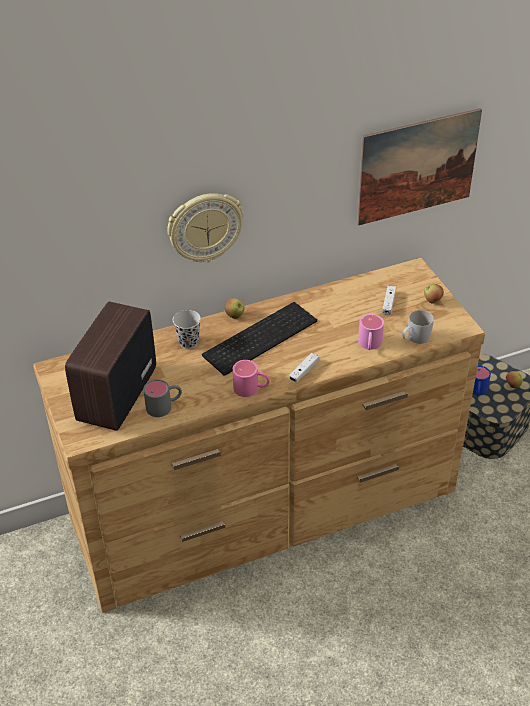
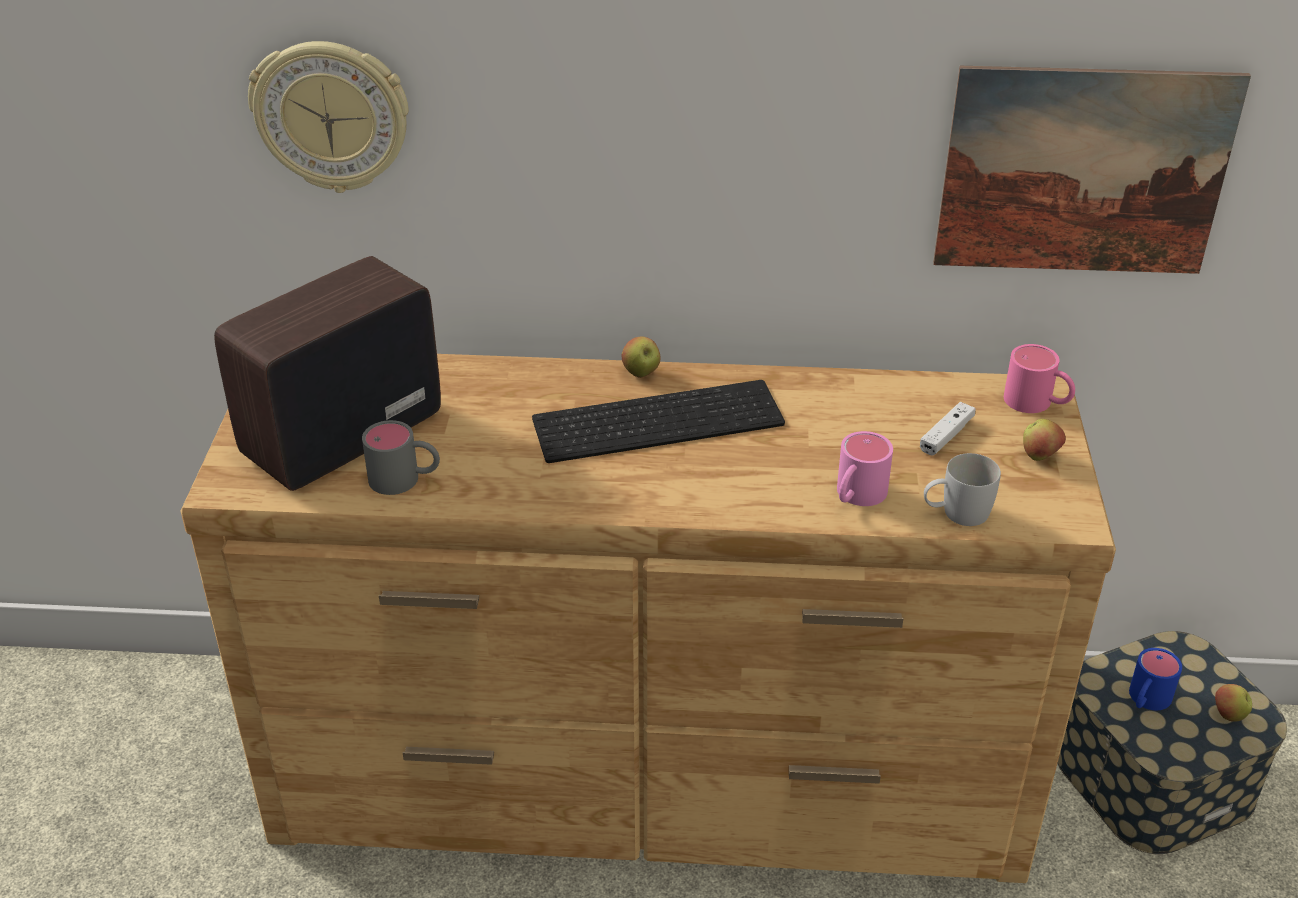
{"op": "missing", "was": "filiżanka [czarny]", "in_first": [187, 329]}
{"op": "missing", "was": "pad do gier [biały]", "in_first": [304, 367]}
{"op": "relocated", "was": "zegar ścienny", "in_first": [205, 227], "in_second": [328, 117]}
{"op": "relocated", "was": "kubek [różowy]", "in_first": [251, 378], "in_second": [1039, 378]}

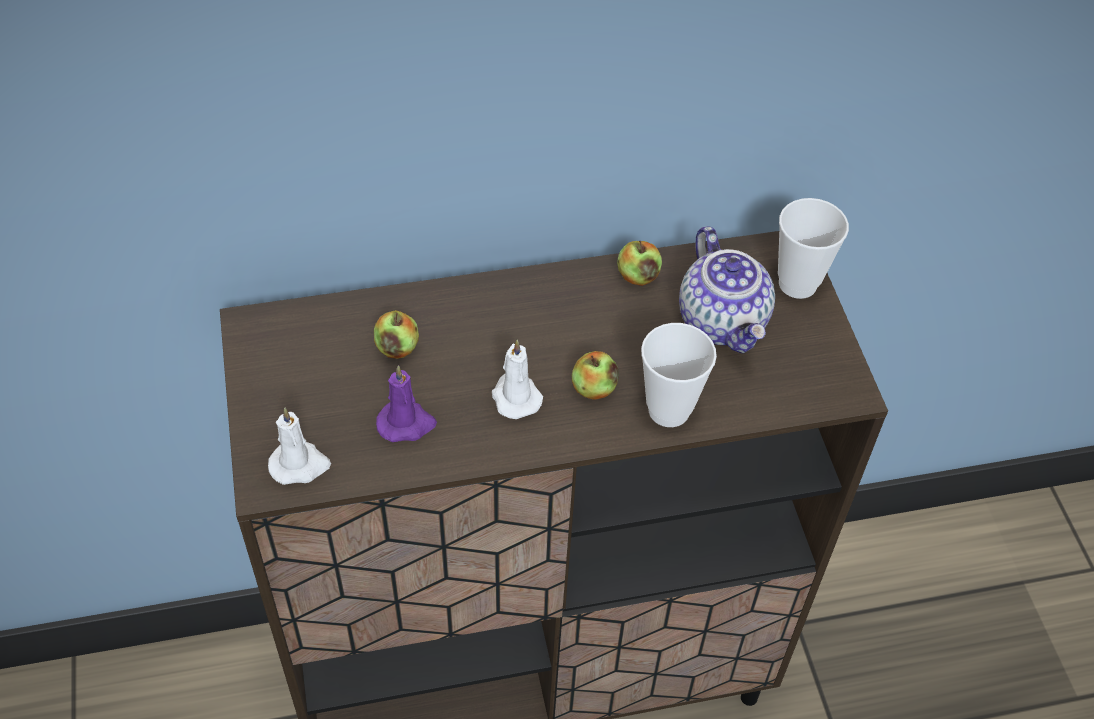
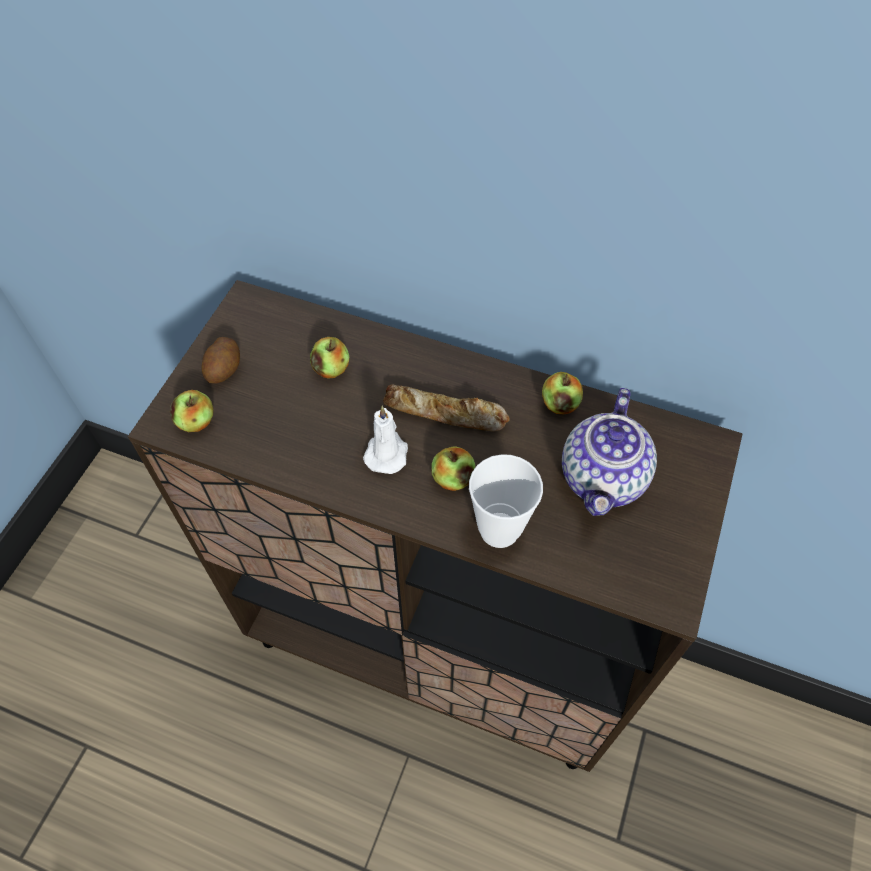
{"op": "missing", "was": "świeca [fioletowy]", "in_first": [406, 403]}
{"op": "missing", "was": "filiżanka", "in_first": [813, 248]}
{"op": "appeared", "now": "ziemniak", "in_second": [220, 360]}
{"op": "appeared", "now": "chleb", "in_second": [446, 407]}
{"op": "exchanged", "was": "świeca [biały]", "now": "jabłko", "in_first": [299, 446], "in_second": [192, 411]}

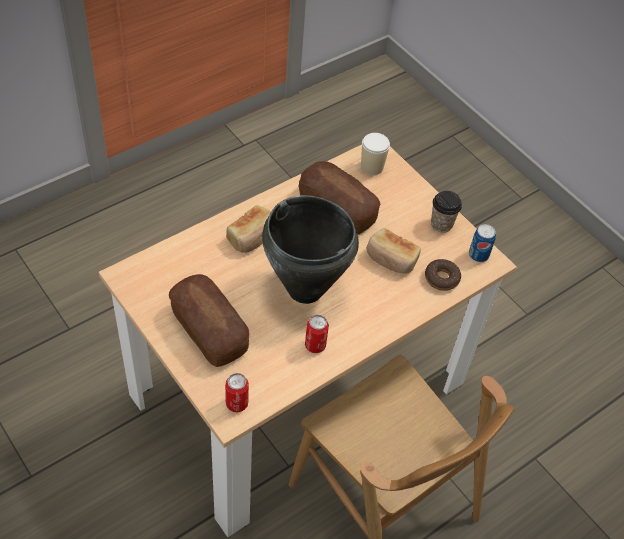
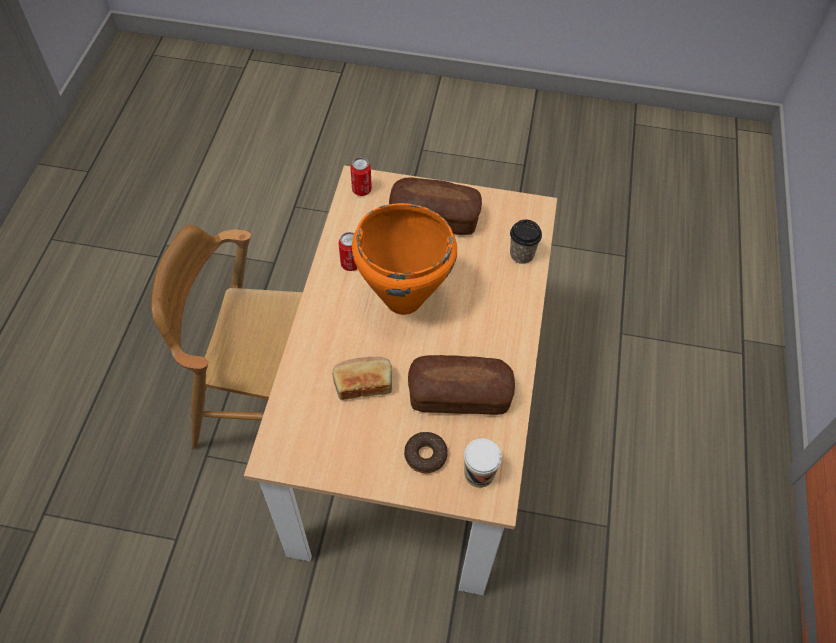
{"op": "missing", "was": "chleb", "in_first": [248, 229]}
{"op": "missing", "was": "puszka", "in_first": [482, 243]}
{"op": "relocated", "was": "donut", "in_first": [443, 275], "in_second": [426, 452]}
{"op": "relocated", "was": "filiżanka", "in_first": [446, 211], "in_second": [526, 242]}
{"op": "colour", "was": "garnek [czarny]", "now": "garnek [pomarańczowy]", "in_first": [310, 249], "in_second": [404, 259]}

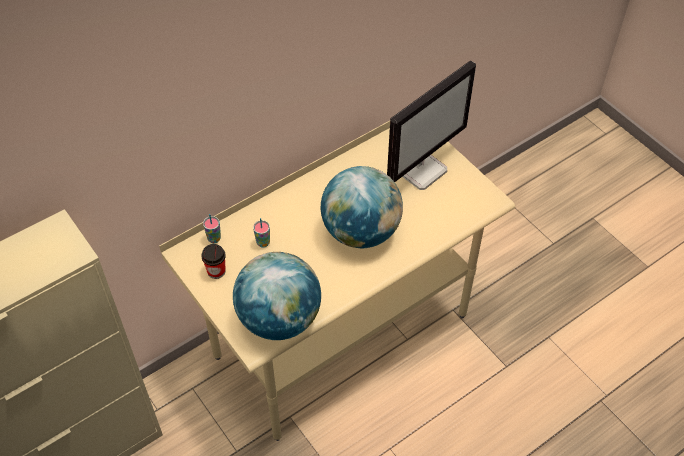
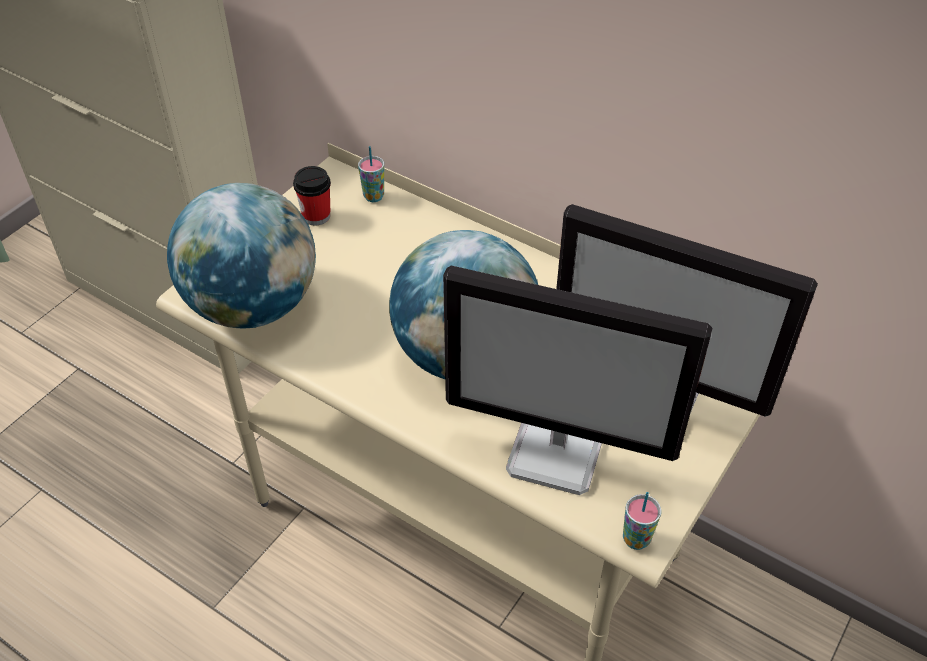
{"op": "appeared", "now": "monitor", "in_second": [577, 380]}
{"op": "relocated", "was": "filiżanka", "in_first": [261, 233], "in_second": [642, 521]}

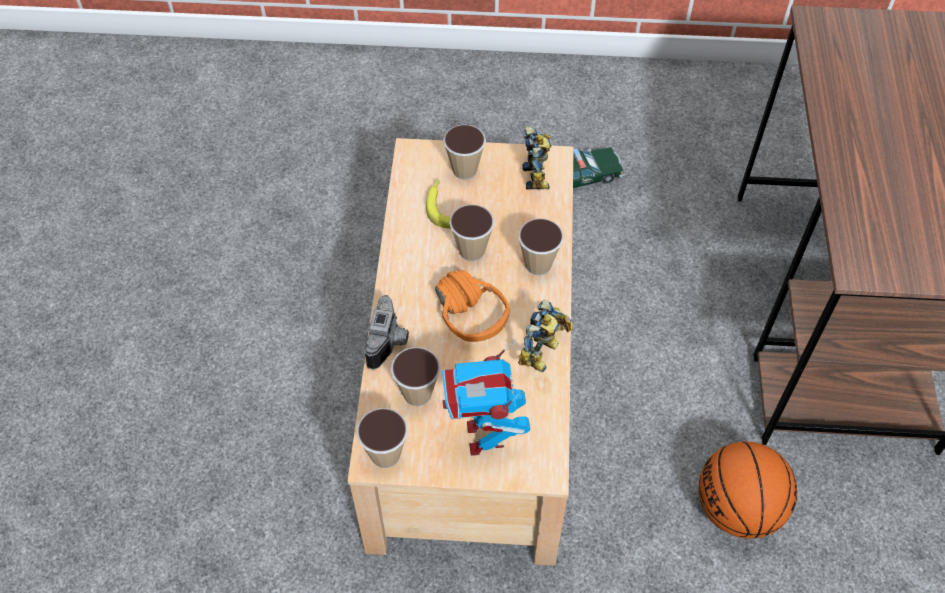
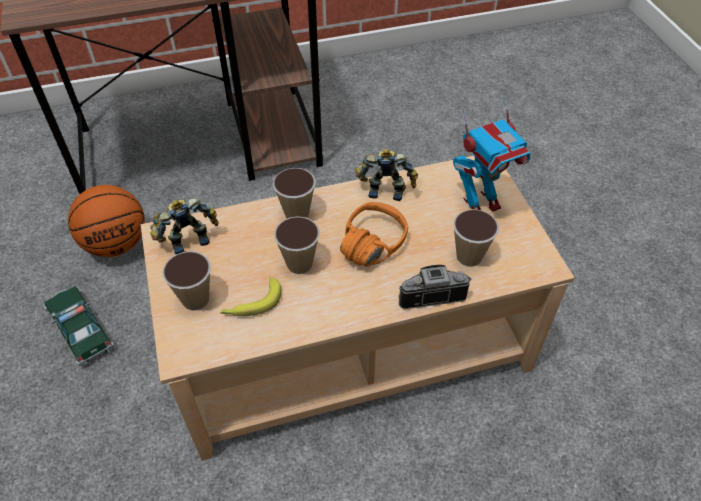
{"op": "missing", "was": "filiżanka", "in_first": [382, 438]}
{"op": "relocated", "was": "piłka do koszykówki", "in_first": [748, 490], "in_second": [106, 221]}

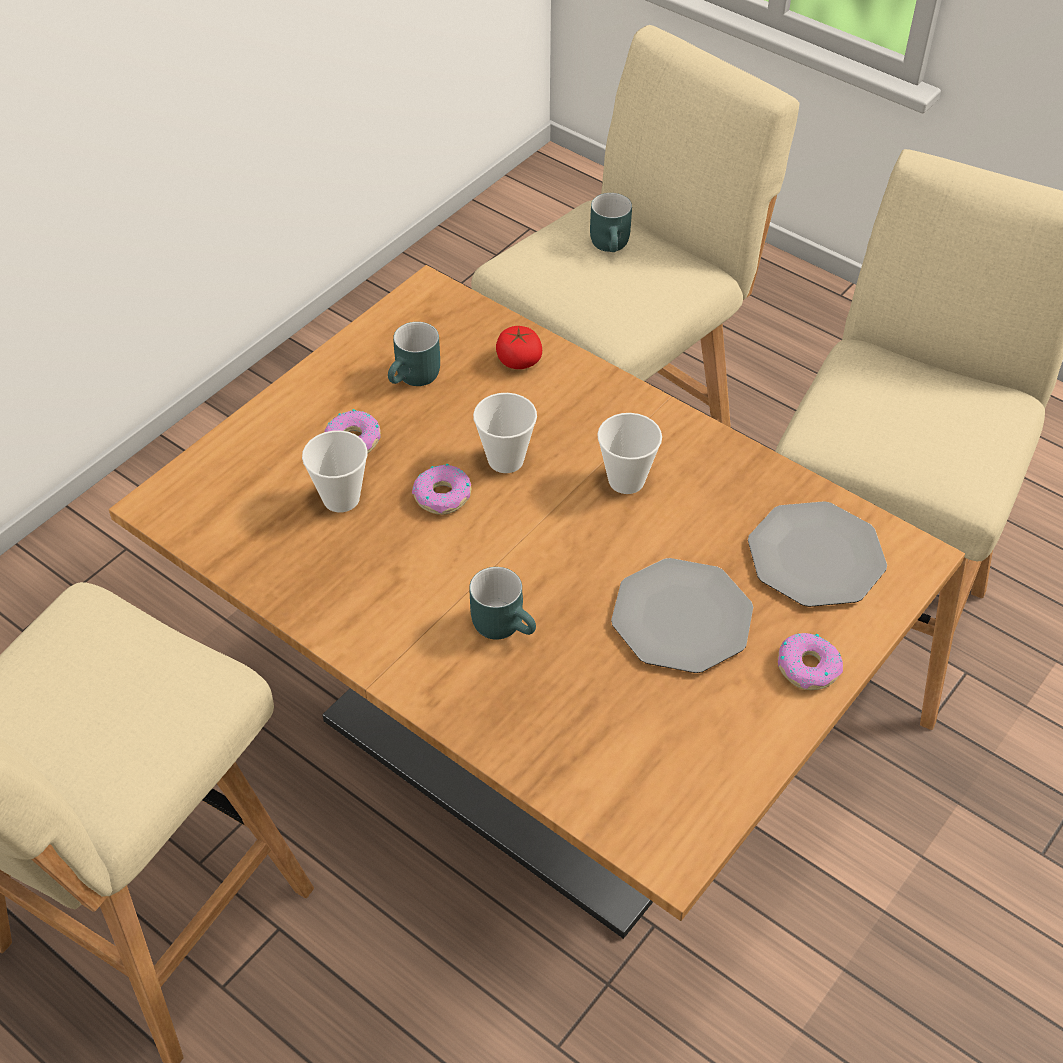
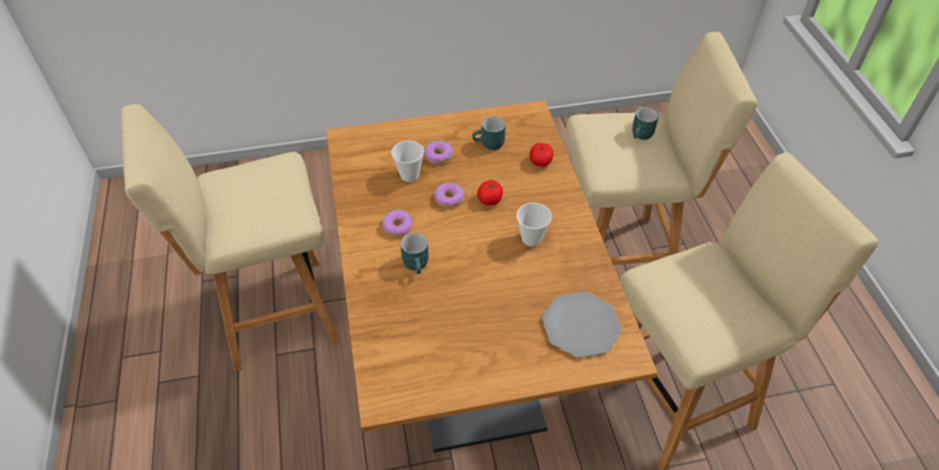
{"op": "missing", "was": "talerz", "in_first": [682, 615]}
{"op": "relocated", "was": "donut", "in_first": [810, 661], "in_second": [397, 223]}
{"op": "exchanged", "was": "filiżanka", "now": "pomidor", "in_first": [505, 433], "in_second": [490, 192]}

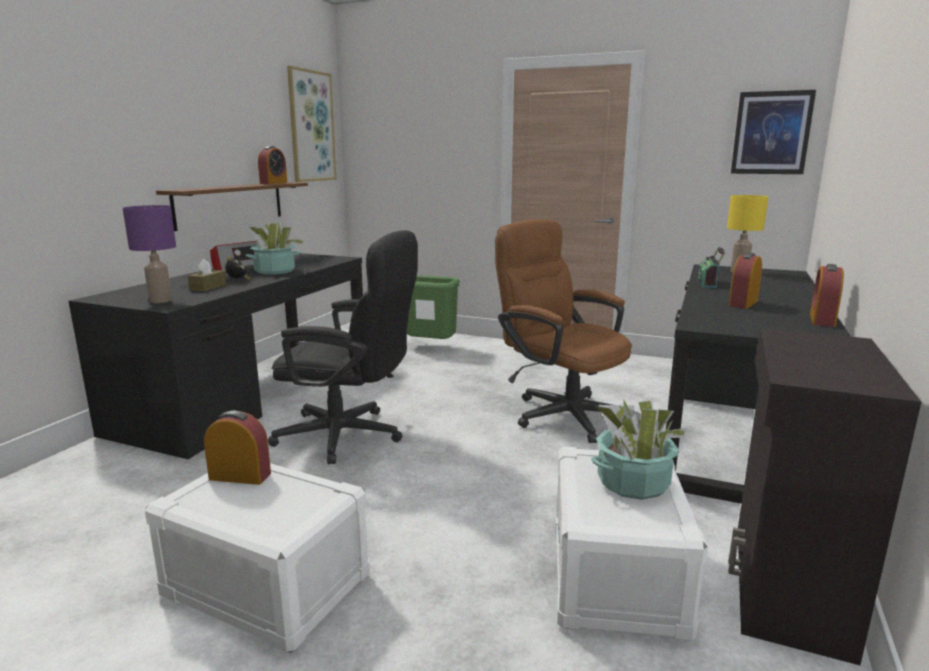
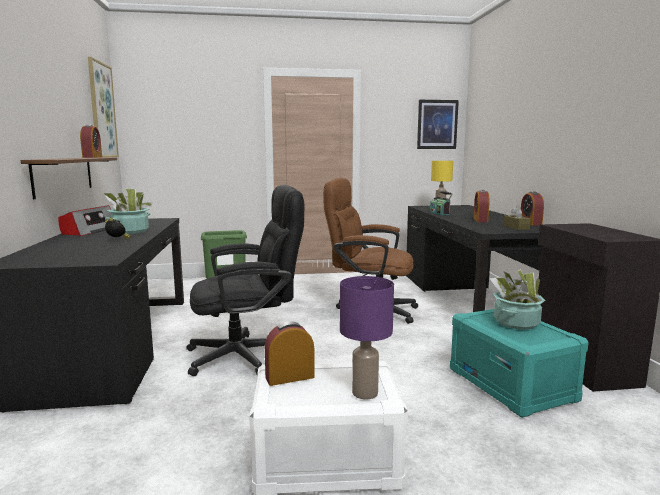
{"op": "relocated", "was": "lampa stołowa [fioletowy]", "in_first": [149, 254], "in_second": [367, 337]}
{"op": "relocated", "was": "pudełko chusteczek [brązowy]", "in_first": [207, 275], "in_second": [517, 218]}
{"op": "colour", "was": "pojemnik do przechowywania [biały]", "now": "pojemnik do przechowywania [turkusowy]", "in_first": [631, 543], "in_second": [519, 363]}

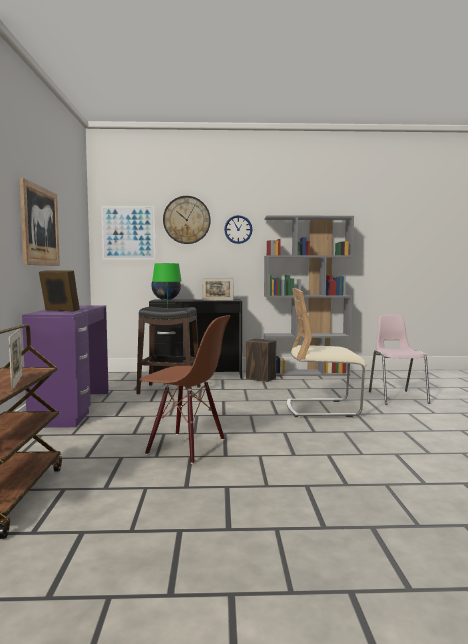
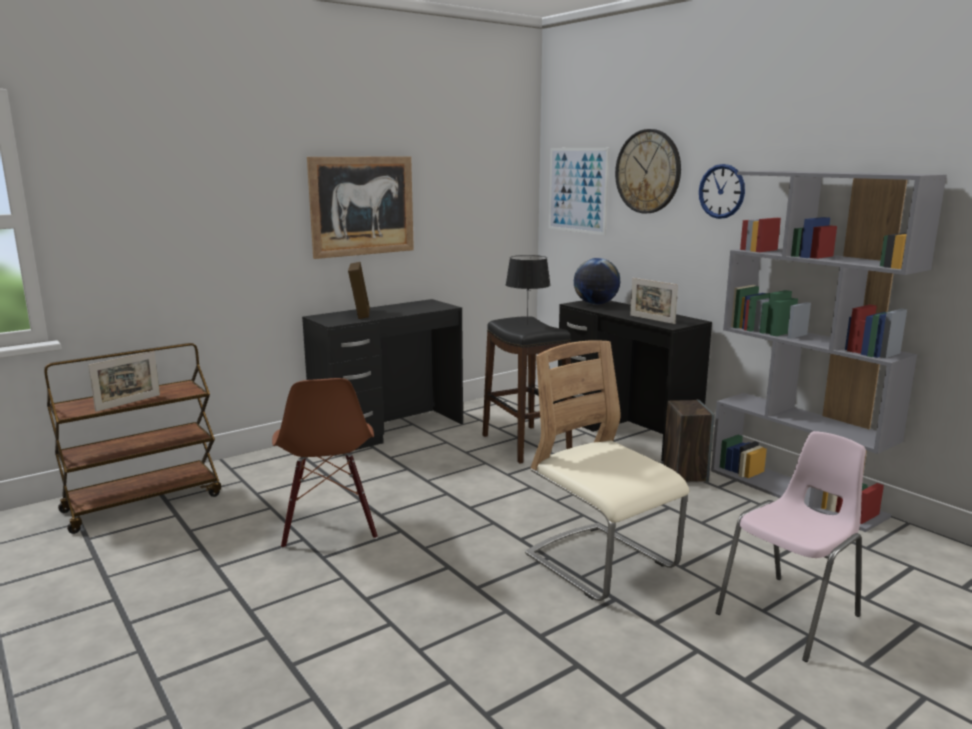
{"op": "colour", "was": "biurko [fioletowy]", "now": "biurko [czarny]", "in_first": [65, 366], "in_second": [382, 377]}
{"op": "colour", "was": "lampa stołowa [zielony]", "now": "lampa stołowa [czarny]", "in_first": [167, 285], "in_second": [528, 290]}

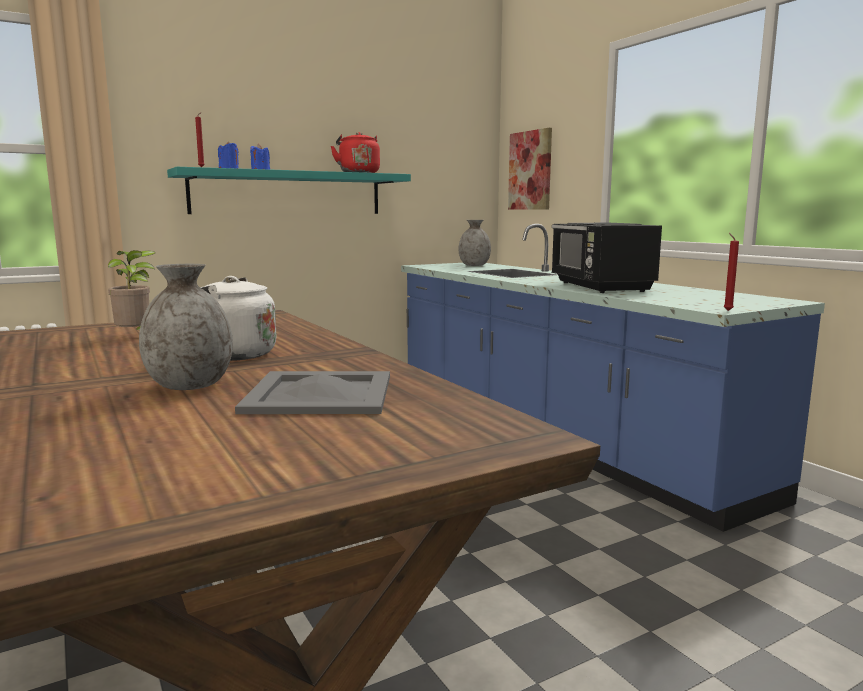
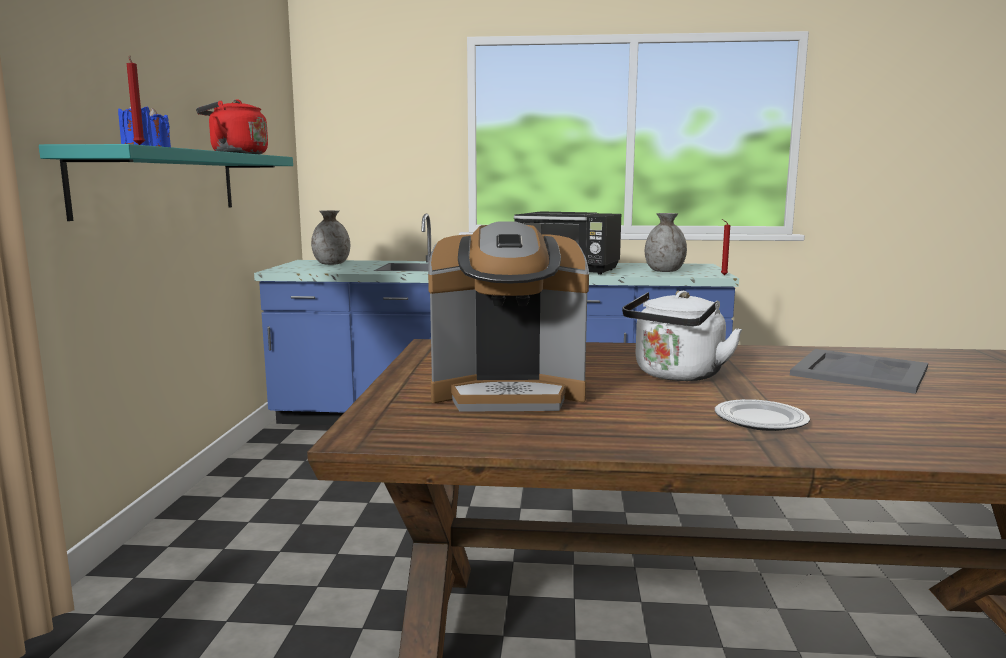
{"op": "missing", "was": "obraz", "in_first": [530, 169]}
{"op": "appeared", "now": "talerz", "in_second": [762, 415]}
{"op": "relocated", "was": "wazon [szary]", "in_first": [186, 327], "in_second": [666, 242]}
{"op": "exchanged", "was": "roślina doniczkowa", "now": "ekspres do kawy", "in_first": [132, 290], "in_second": [508, 316]}

